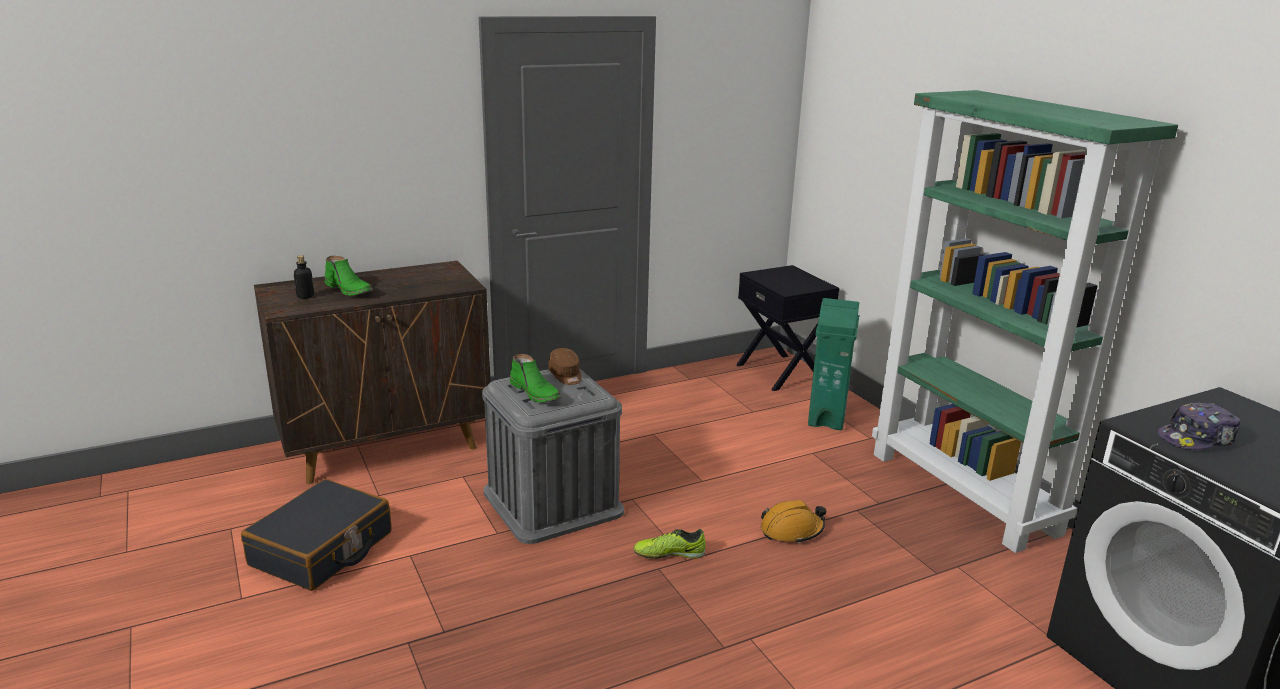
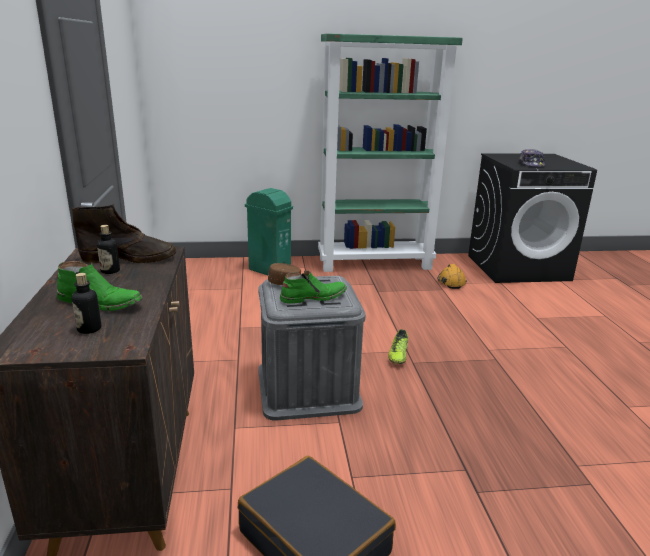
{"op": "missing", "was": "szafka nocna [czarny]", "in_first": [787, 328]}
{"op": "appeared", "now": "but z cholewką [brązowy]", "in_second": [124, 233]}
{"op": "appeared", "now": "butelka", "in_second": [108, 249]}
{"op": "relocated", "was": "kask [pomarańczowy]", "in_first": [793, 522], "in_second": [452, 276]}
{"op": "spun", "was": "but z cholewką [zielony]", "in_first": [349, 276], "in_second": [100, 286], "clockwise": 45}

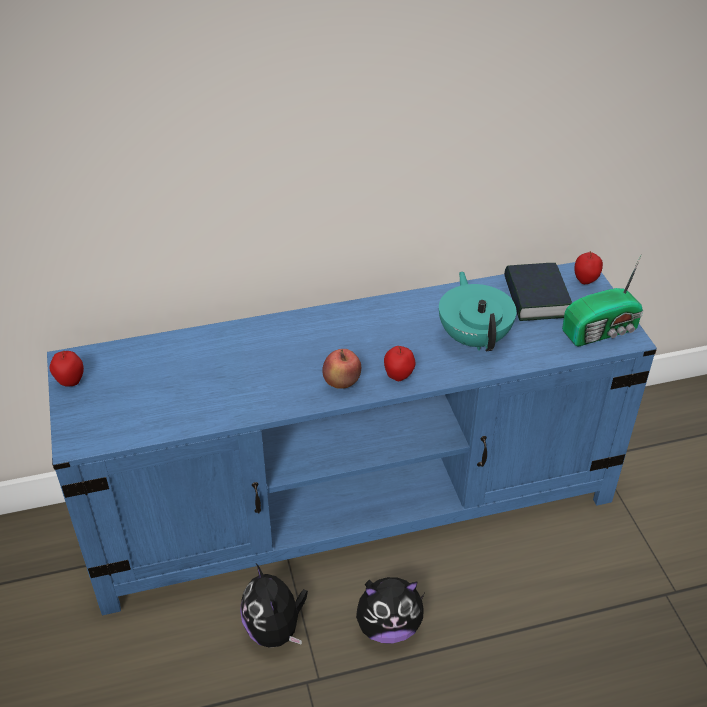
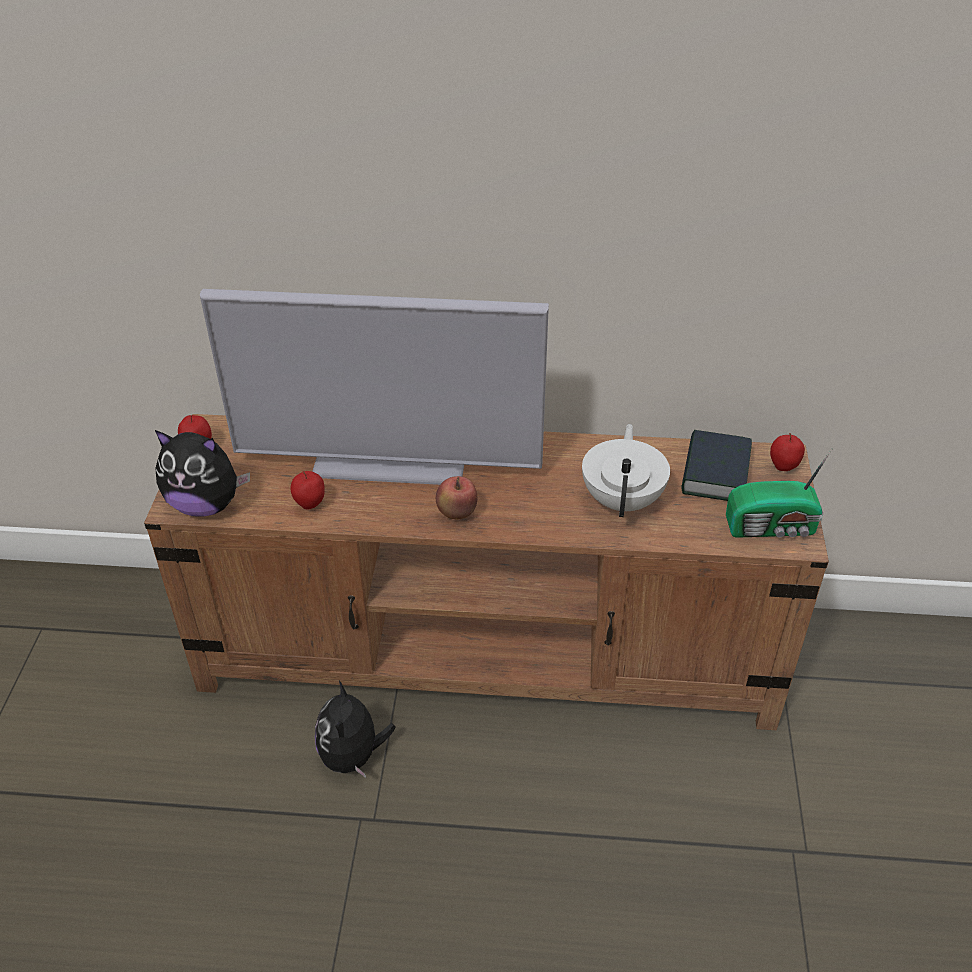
{"op": "appeared", "now": "telewizor", "in_second": [374, 387]}
{"op": "relocated", "was": "pluszak", "in_first": [390, 610], "in_second": [202, 473]}
{"op": "relocated", "was": "jabłko", "in_first": [400, 363], "in_second": [308, 490]}
{"op": "colour", "was": "szafka pod telewizor [niebieski]", "now": "szafka pod telewizor [brązowy]", "in_first": [352, 438], "in_second": [486, 572]}
{"op": "colour", "was": "imbryk [turkusowy]", "now": "imbryk [biały]", "in_first": [478, 311], "in_second": [626, 470]}

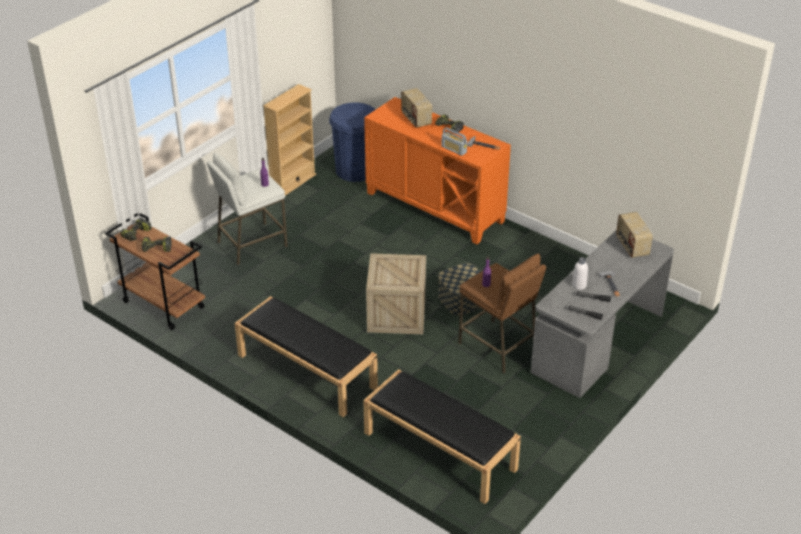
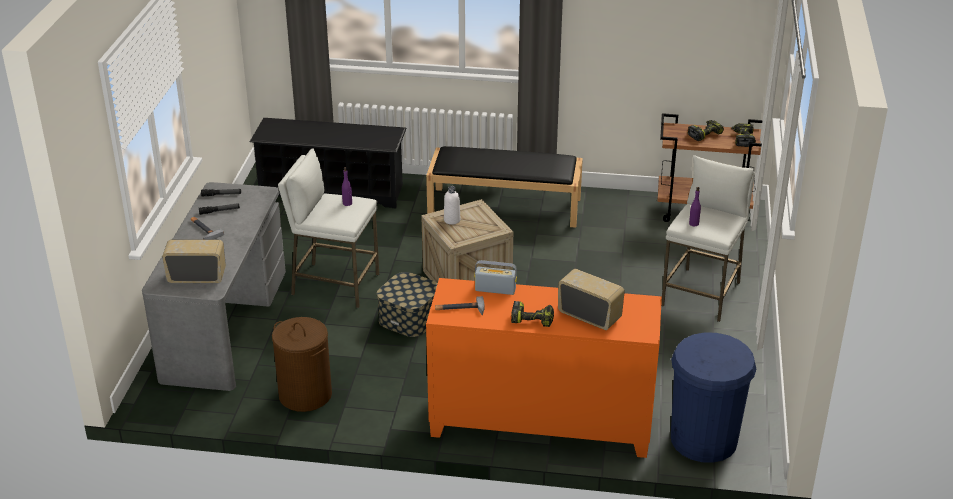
{"op": "missing", "was": "regał [beżowy]", "in_first": [289, 140]}
{"op": "appeared", "now": "kosz na pranie [brązowy]", "in_second": [302, 364]}
{"op": "relocated", "was": "butelka [biały]", "in_first": [580, 273], "in_second": [452, 205]}
{"op": "exchanged", "was": "ławka [czarny]", "now": "regał na buty [czarny]", "in_first": [442, 436], "in_second": [328, 163]}
{"op": "colour", "was": "stołek [brązowy]", "now": "stołek [biały]", "in_first": [502, 313], "in_second": [328, 228]}
{"op": "spun", "was": "radio", "in_first": [634, 235], "in_second": [194, 261], "clockwise": -45}

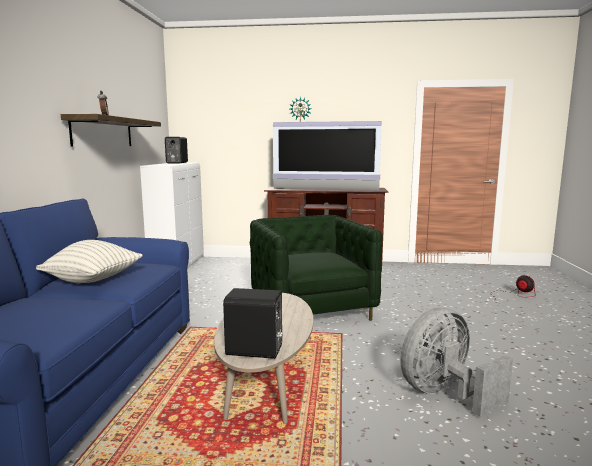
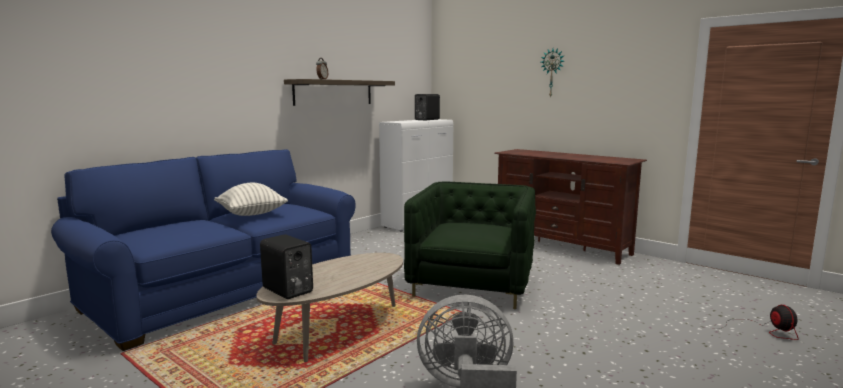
{"op": "missing", "was": "telewizor", "in_first": [327, 156]}

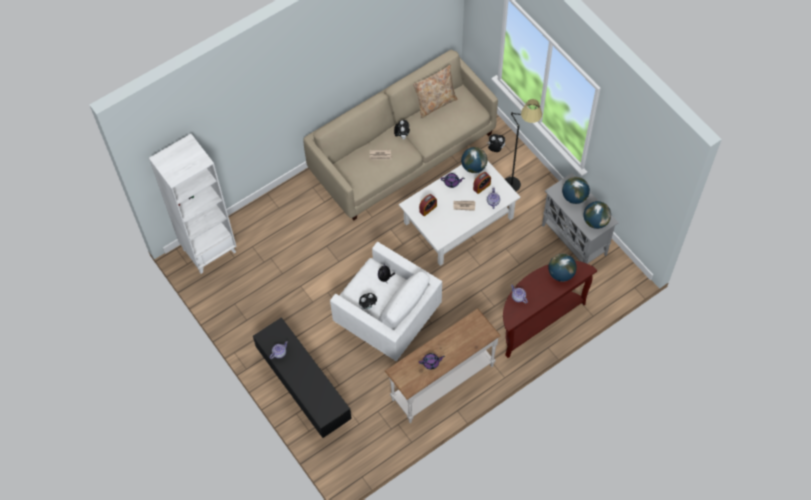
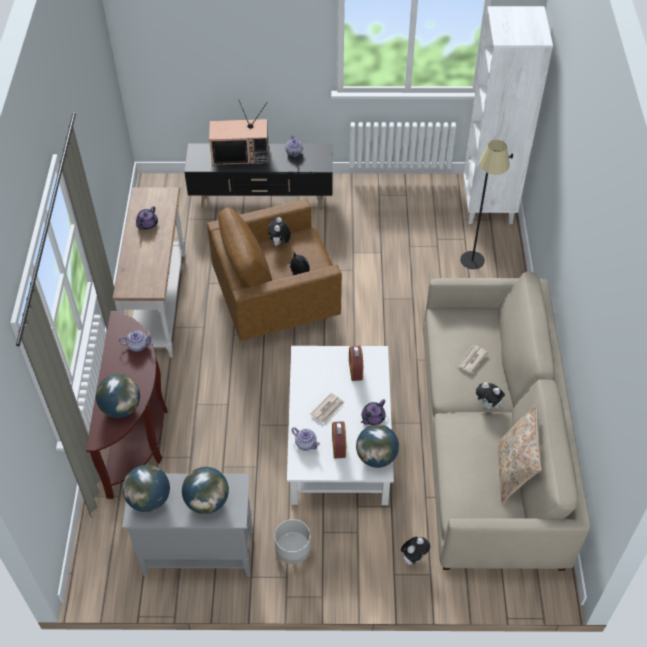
{"op": "appeared", "now": "telewizor", "in_second": [239, 133]}
{"op": "appeared", "now": "donica [szary]", "in_second": [292, 546]}
{"op": "relocated", "was": "lampa stojąca [czarny]", "in_first": [523, 145], "in_second": [486, 204]}
{"op": "colour", "was": "fotel [biały]", "now": "fotel [brązowy]", "in_first": [386, 301], "in_second": [274, 270]}

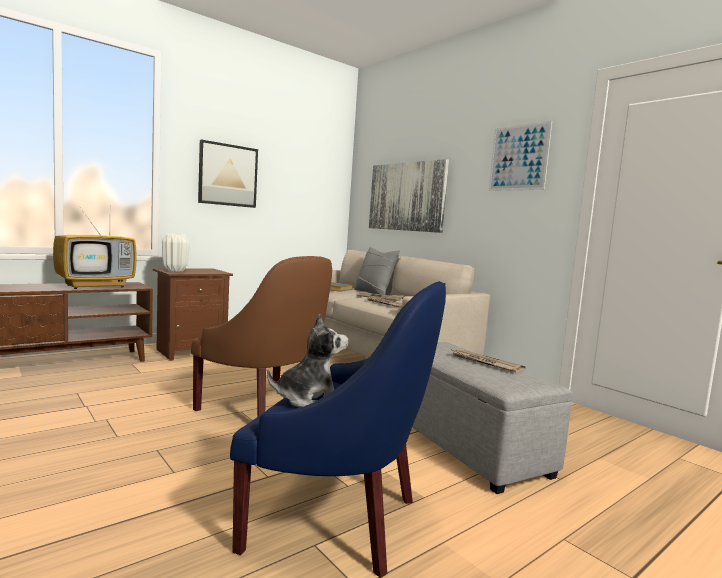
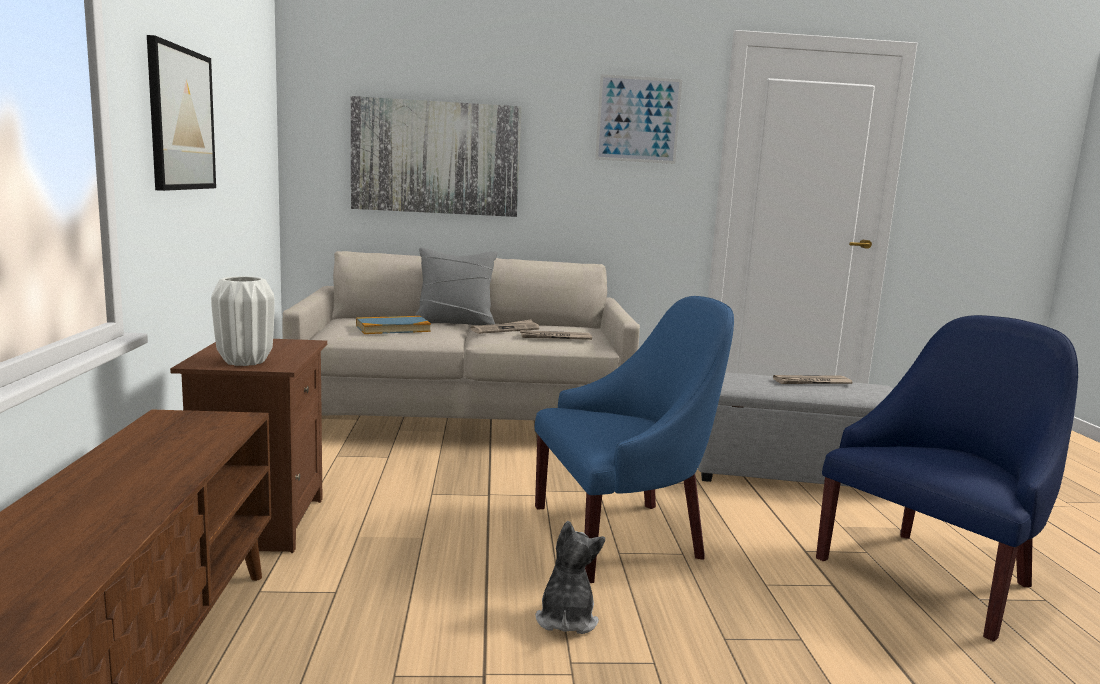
{"op": "missing", "was": "telewizor", "in_first": [95, 249]}
{"op": "relocated", "was": "pluszak", "in_first": [307, 360], "in_second": [570, 577]}
{"op": "colour", "was": "fotel [brązowy]", "now": "fotel [niebieski]", "in_first": [261, 336], "in_second": [634, 439]}

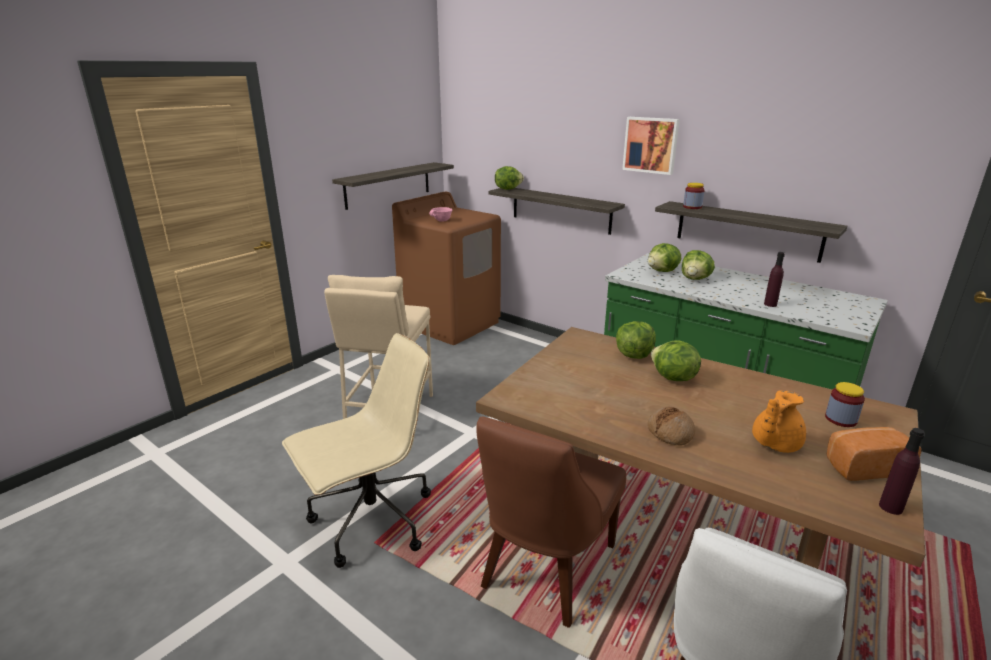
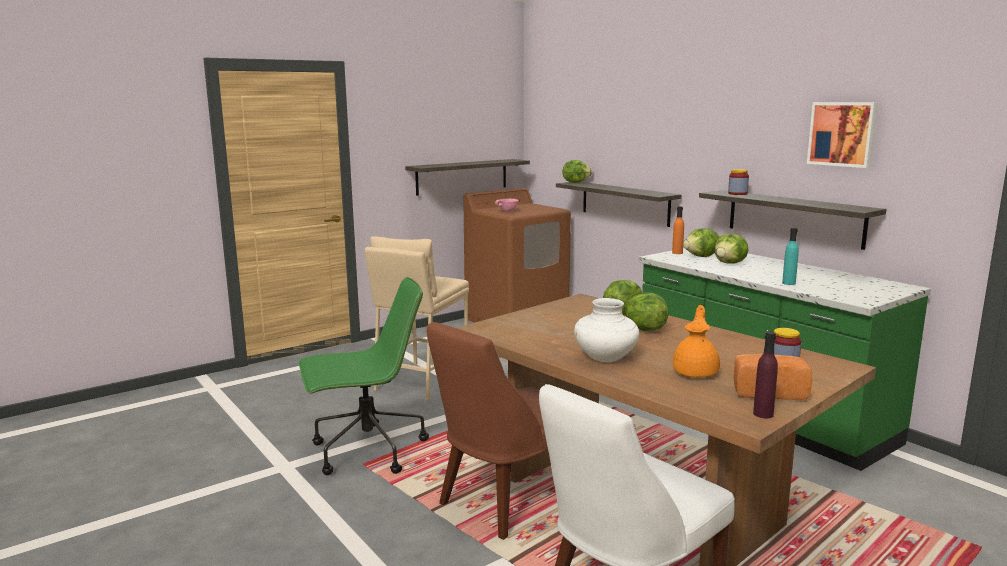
{"op": "appeared", "now": "butelka [pomarańczowy]", "in_second": [678, 230]}
{"op": "relocated", "was": "obraz", "in_first": [651, 146], "in_second": [842, 135]}
{"op": "exchanged", "was": "chleb", "now": "wazon [biały]", "in_first": [671, 426], "in_second": [606, 330]}
{"op": "colour", "was": "krzesło biurowe [beżowy]", "now": "krzesło biurowe [zielony]", "in_first": [356, 450], "in_second": [363, 376]}
{"op": "colour", "was": "butelka [fioletowy]", "now": "butelka [turkusowy]", "in_first": [774, 279], "in_second": [790, 256]}
{"op": "spun", "was": "imbryk [pomarańczowy]", "in_first": [779, 421], "in_second": [696, 341], "clockwise": 135}

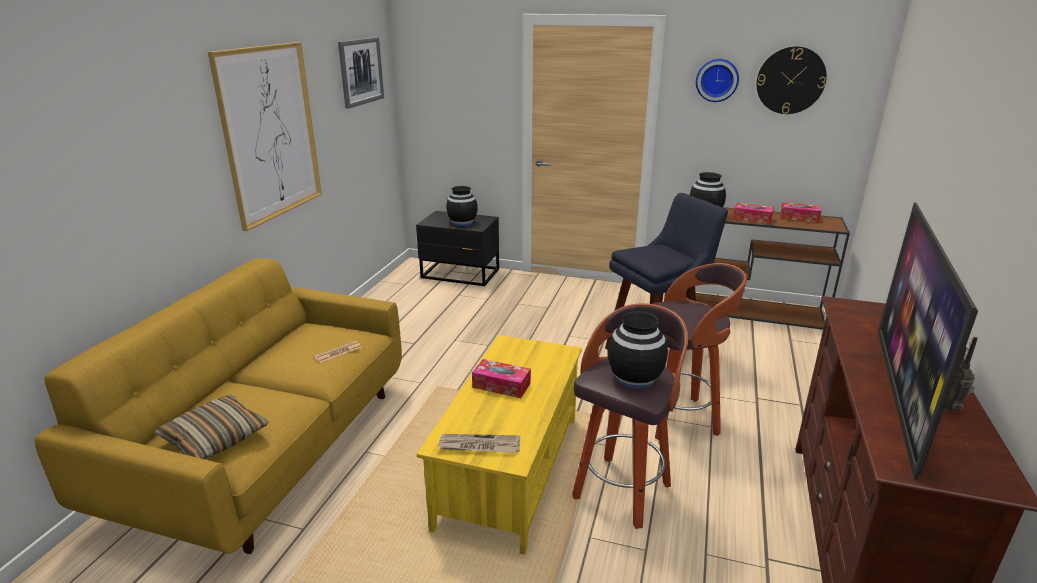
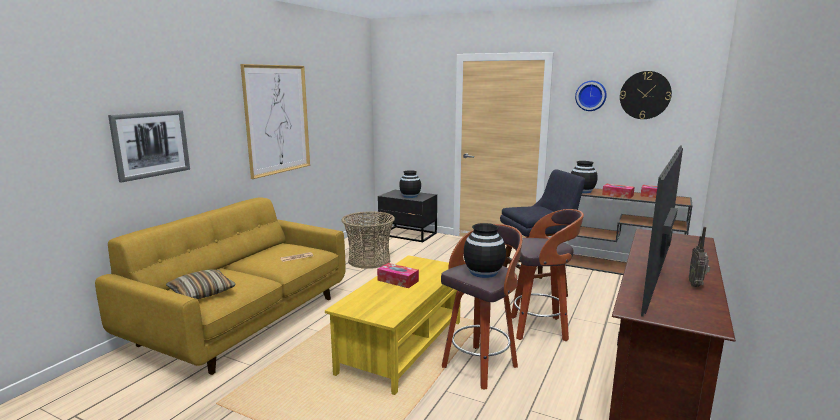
{"op": "missing", "was": "gazeta", "in_first": [478, 443]}
{"op": "appeared", "now": "koszyk", "in_second": [368, 240]}
{"op": "relocated", "was": "obraz", "in_first": [361, 73], "in_second": [149, 146]}

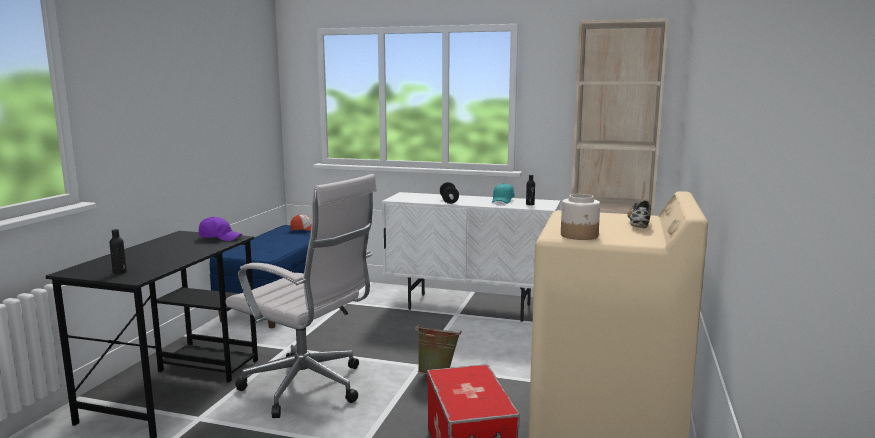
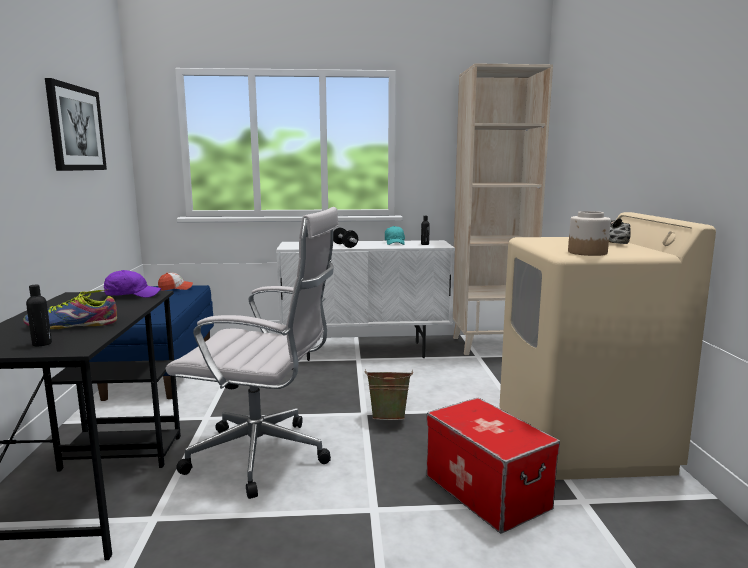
{"op": "appeared", "now": "but", "in_second": [70, 309]}
{"op": "appeared", "now": "obraz", "in_second": [76, 124]}

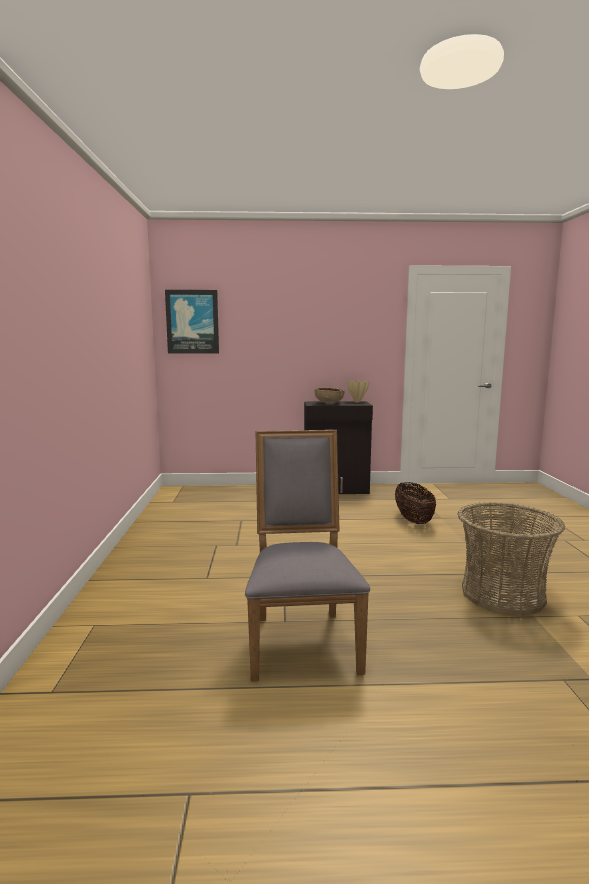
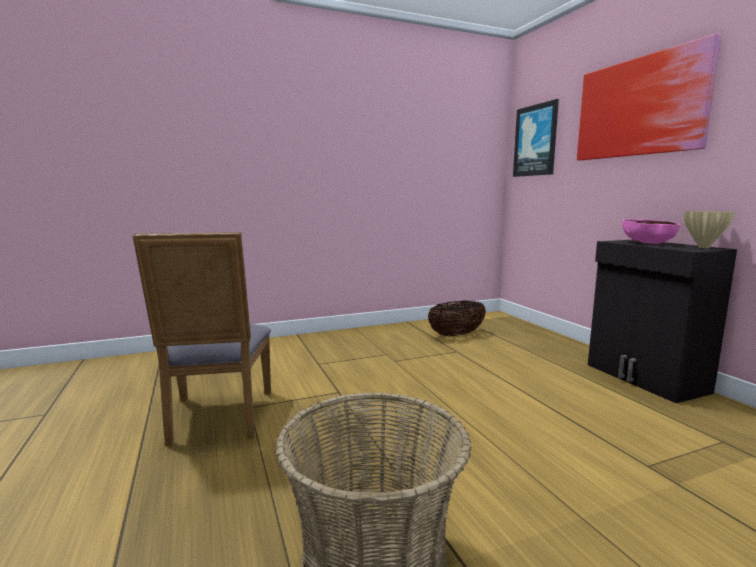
{"op": "appeared", "now": "obraz", "in_second": [649, 96]}
{"op": "relocated", "was": "koszyk", "in_first": [415, 503], "in_second": [457, 318]}
{"op": "colour", "was": "miska [brązowy]", "now": "miska [różowy]", "in_first": [329, 395], "in_second": [651, 231]}
{"op": "spun", "was": "krzesło [szary]", "in_first": [307, 555], "in_second": [201, 339], "clockwise": 105}

